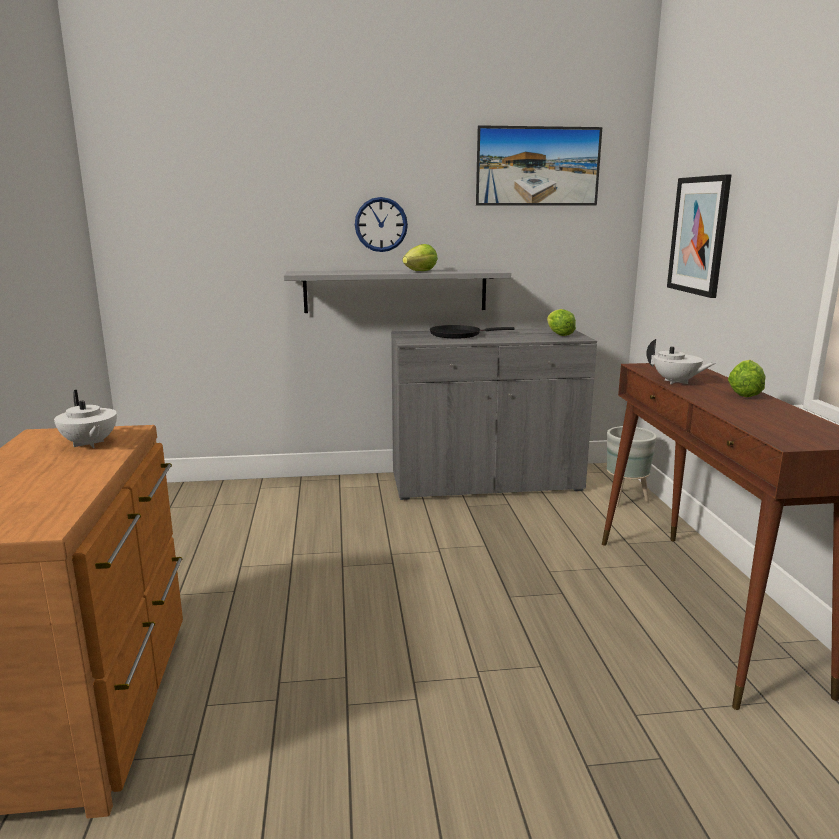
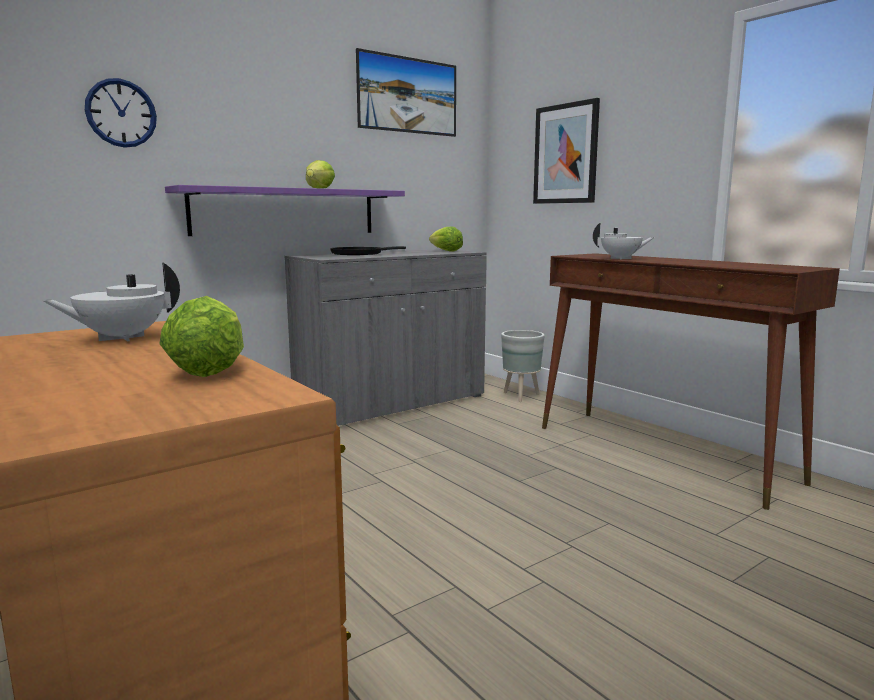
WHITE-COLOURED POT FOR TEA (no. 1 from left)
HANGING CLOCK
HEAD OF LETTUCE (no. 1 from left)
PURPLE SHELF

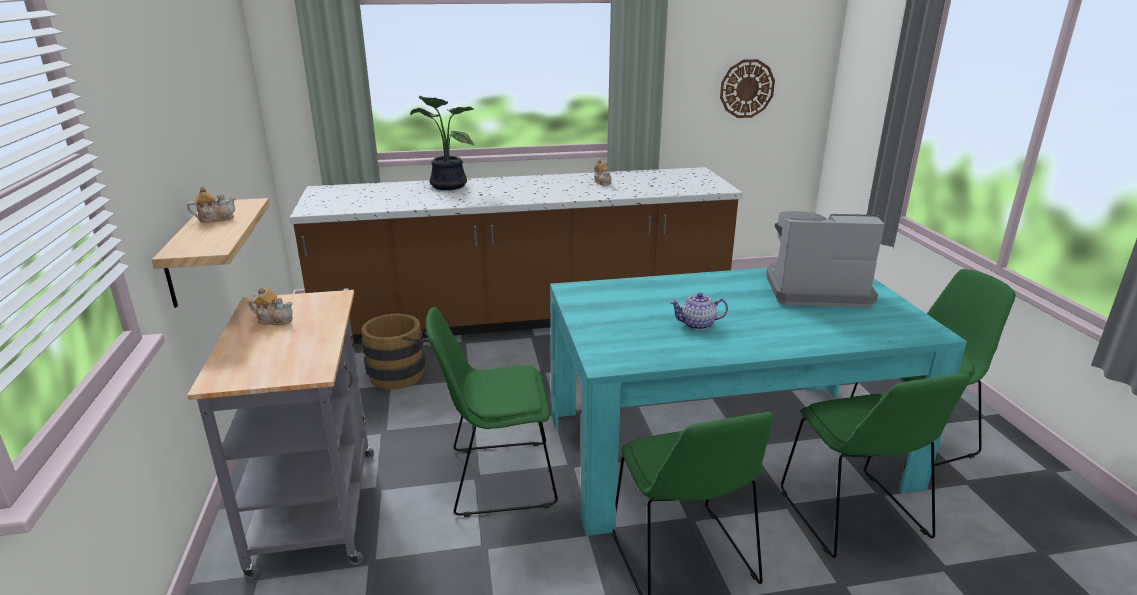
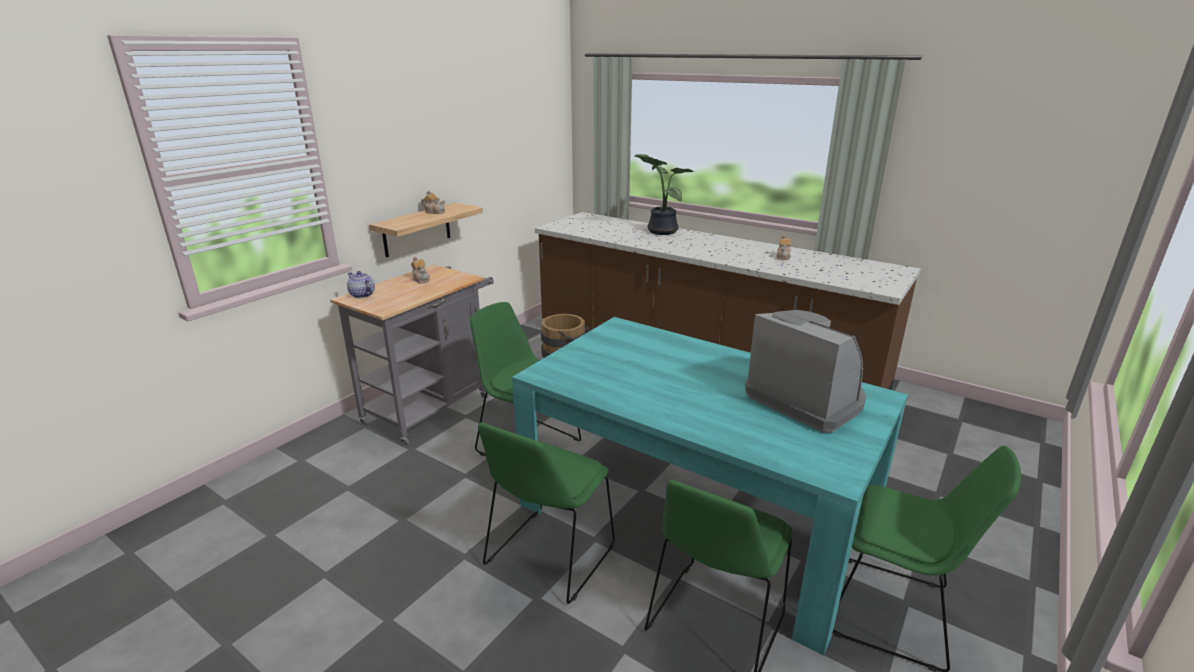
POT FOR TEA (no. 1 from left)
HANGING CLOCK

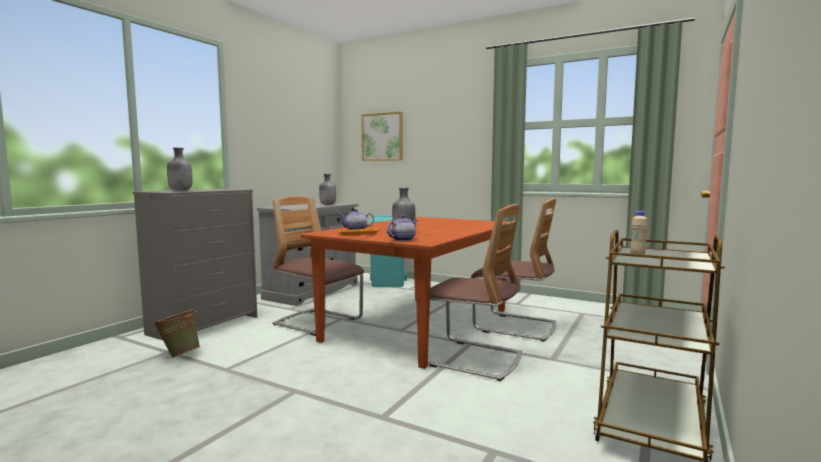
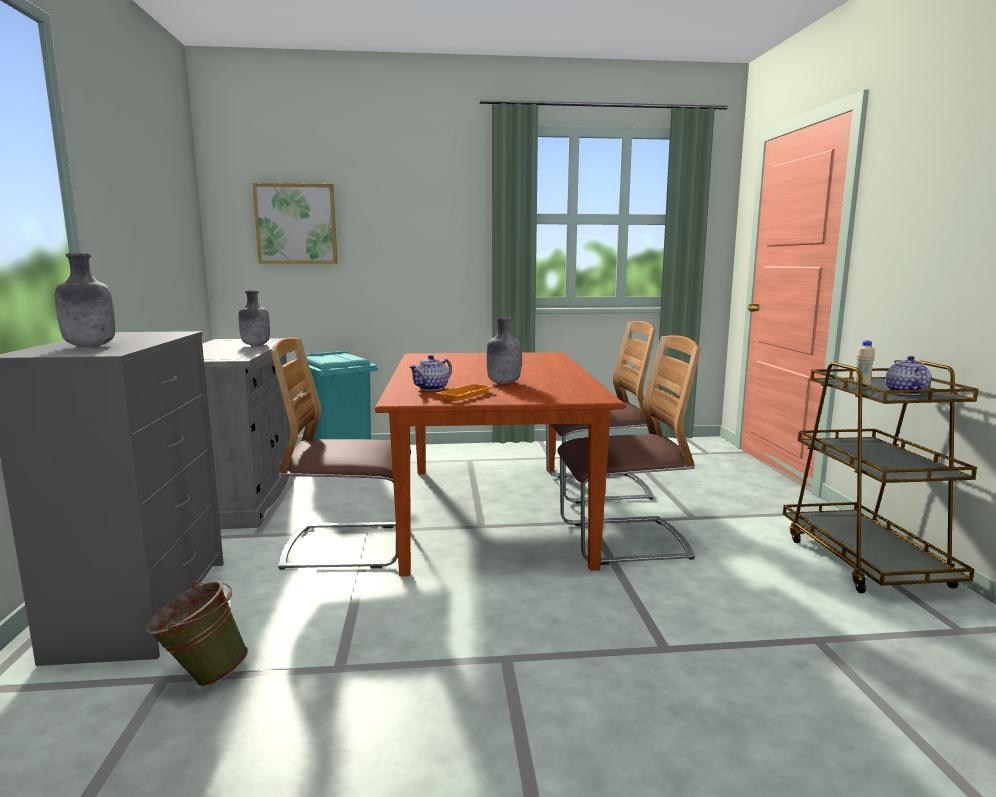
POT FOR TEA (no. 2 from left)

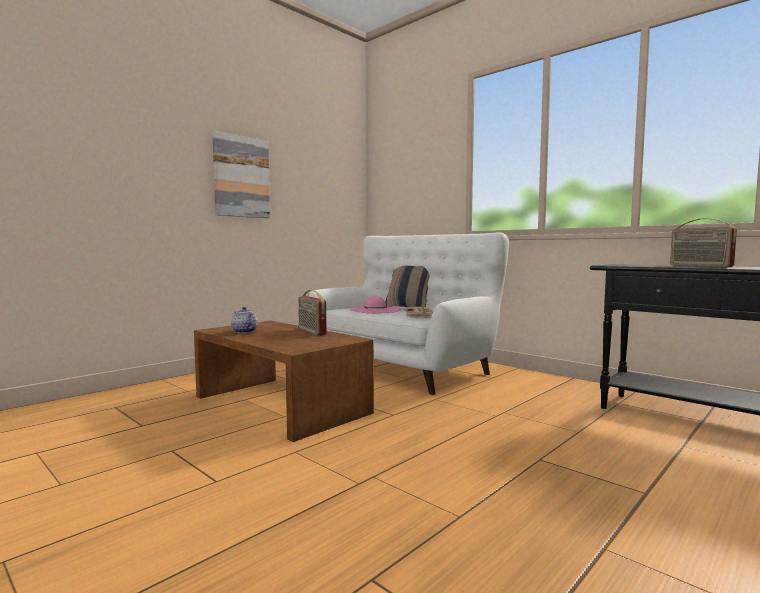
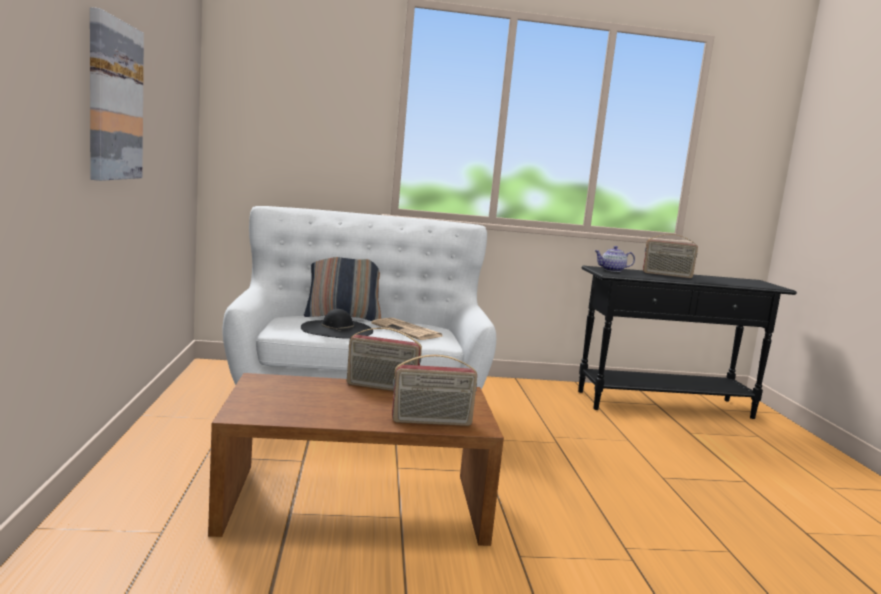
BLACK-COLOURED HAT
RADIO SET (no. 2 from left)
POT FOR TEA

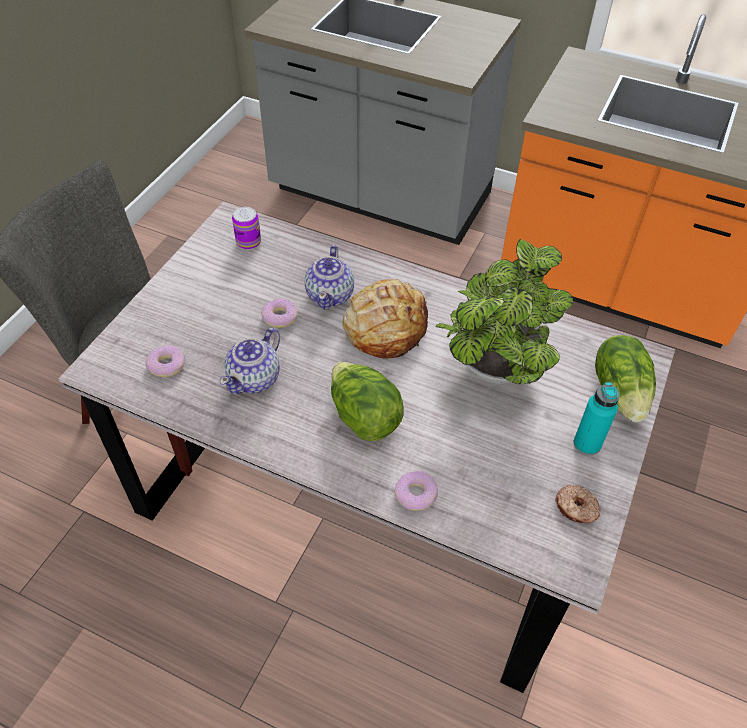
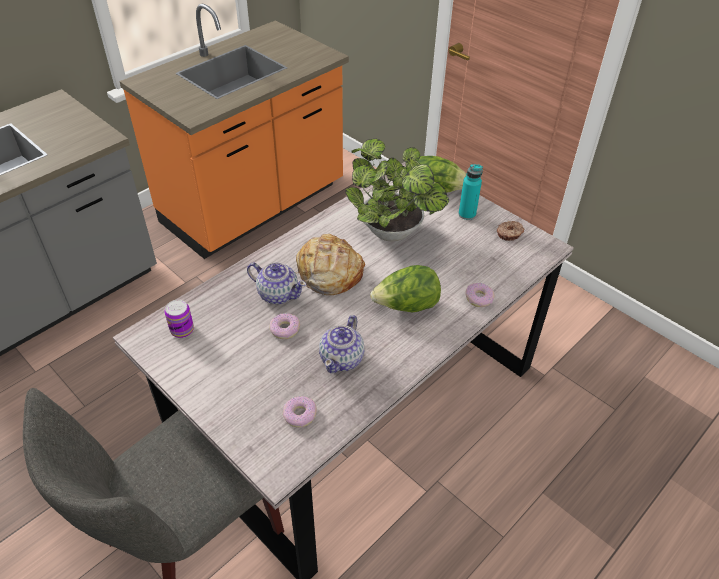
POT FOR TEA (no. 2 from left)

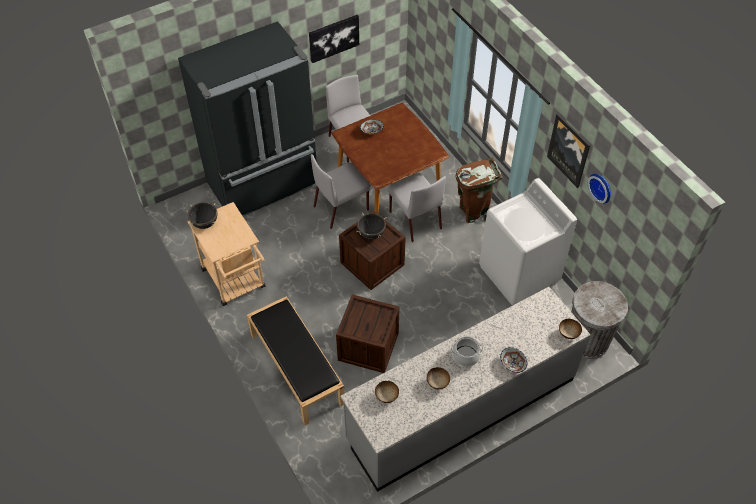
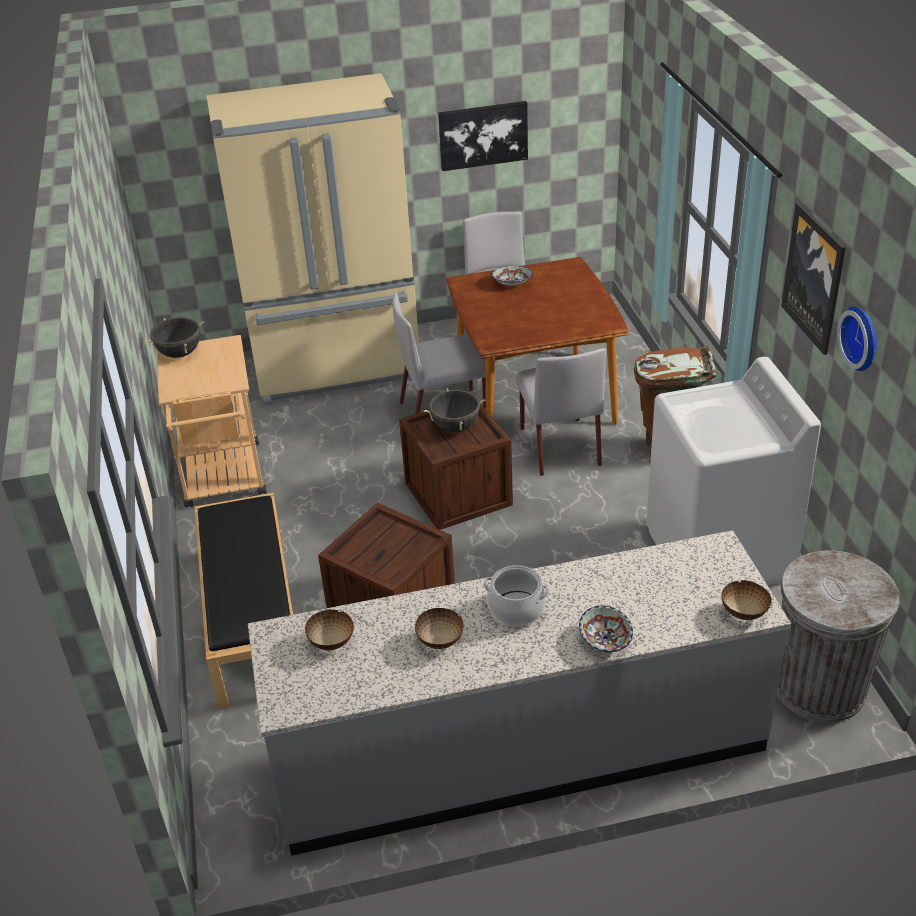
BEIGE-COLOURED KITCHEN FRIDGE

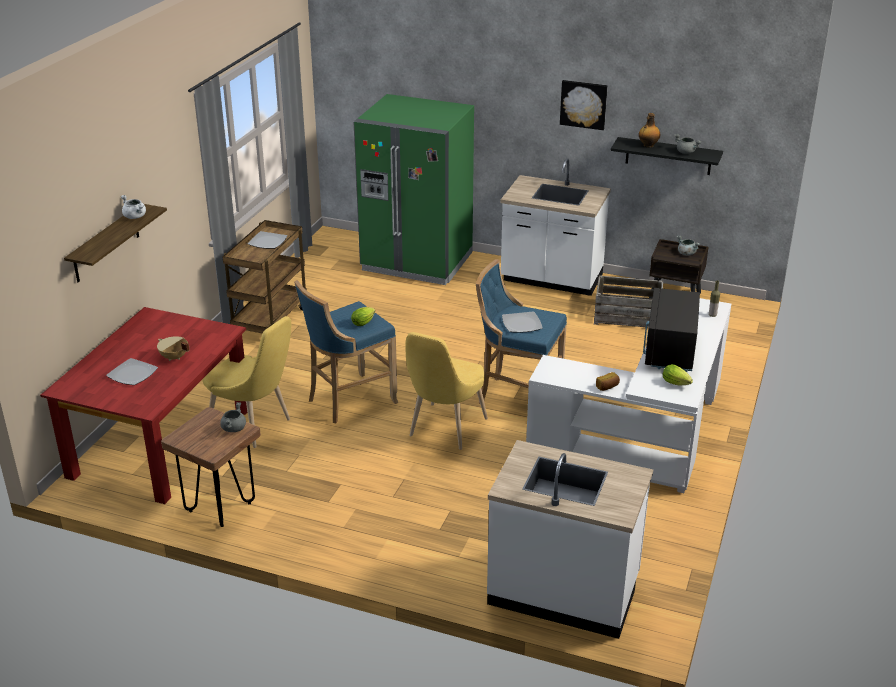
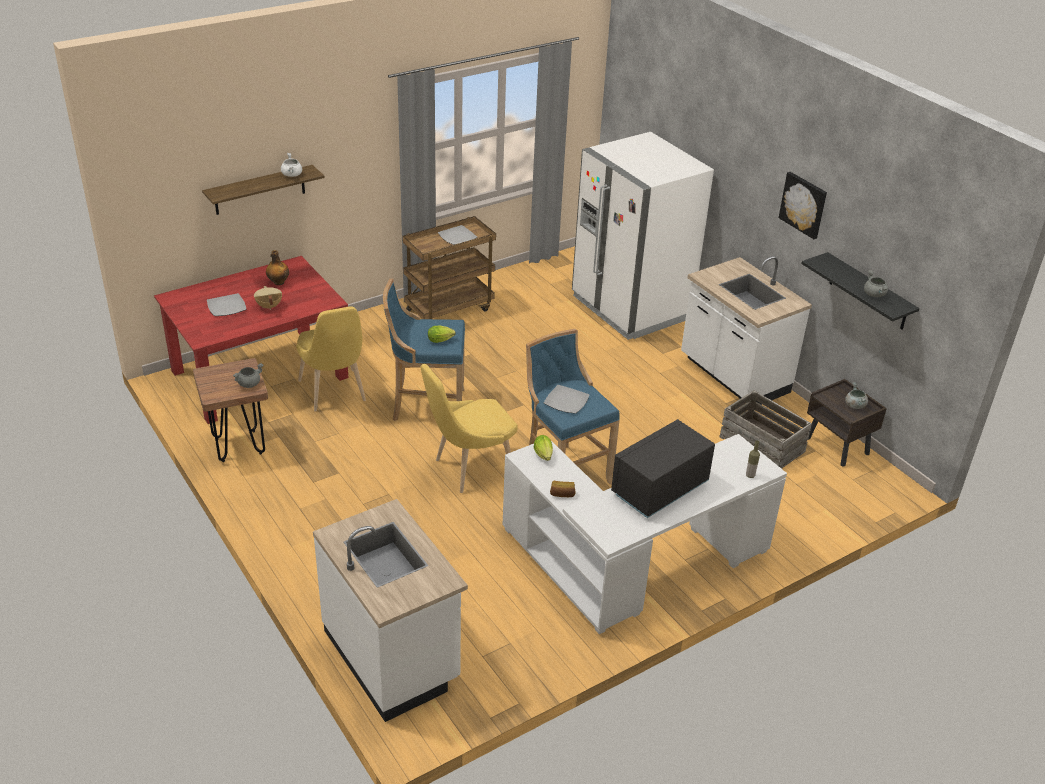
BOTTLE (no. 1 from left)
HEAD OF LETTUCE (no. 2 from left)
WHITE-COLOURED KITCHEN FRIDGE

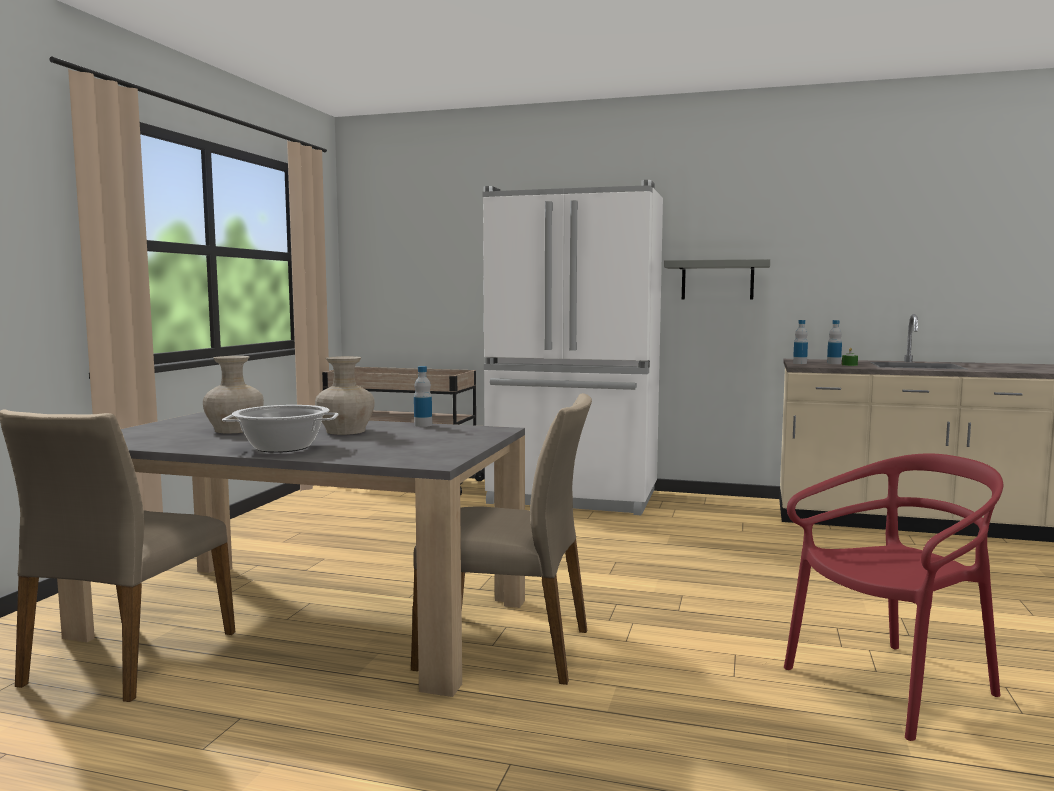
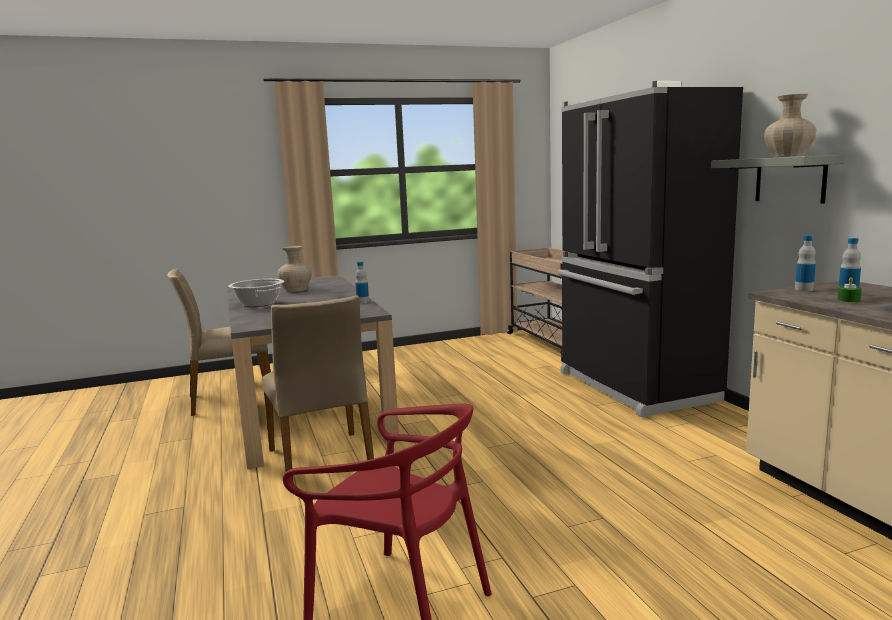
BLACK-COLOURED KITCHEN FRIDGE
BEIGE-COLOURED DECORATIVE VASE (no. 2 from left)

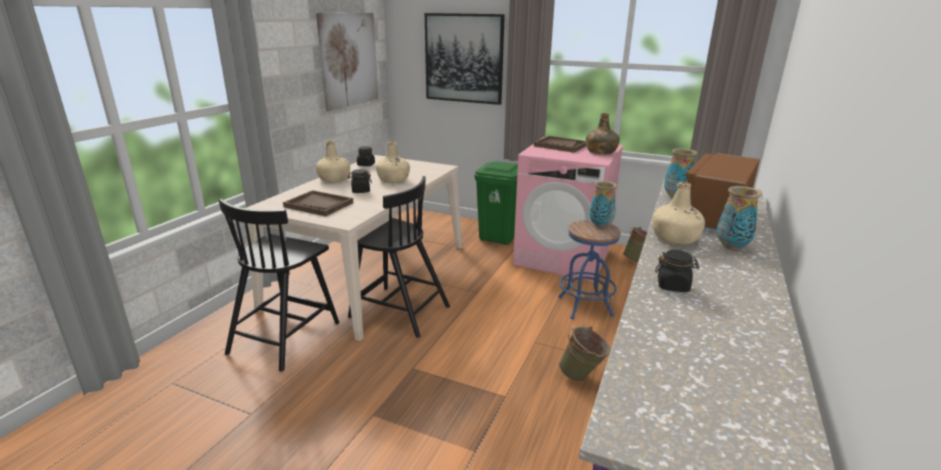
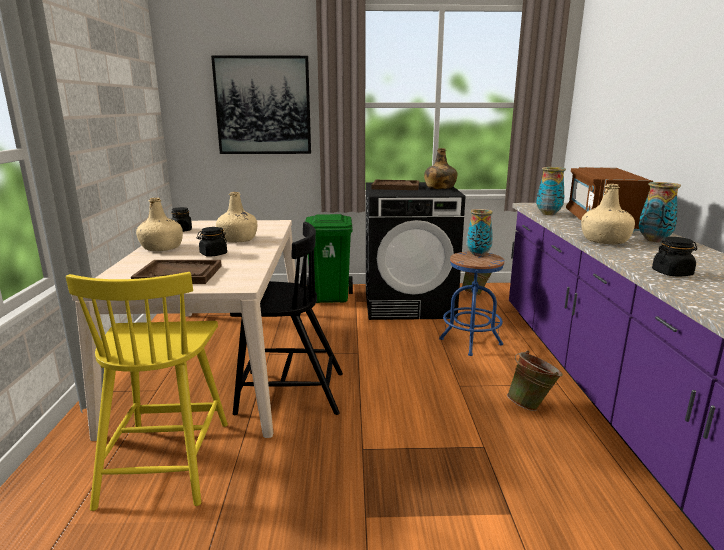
YELLOW PLAIN CHAIR
BLACK-COLOURED LAUNDRY APPLIANCE
WALL PICTURE (no. 1 from left in the first image)

